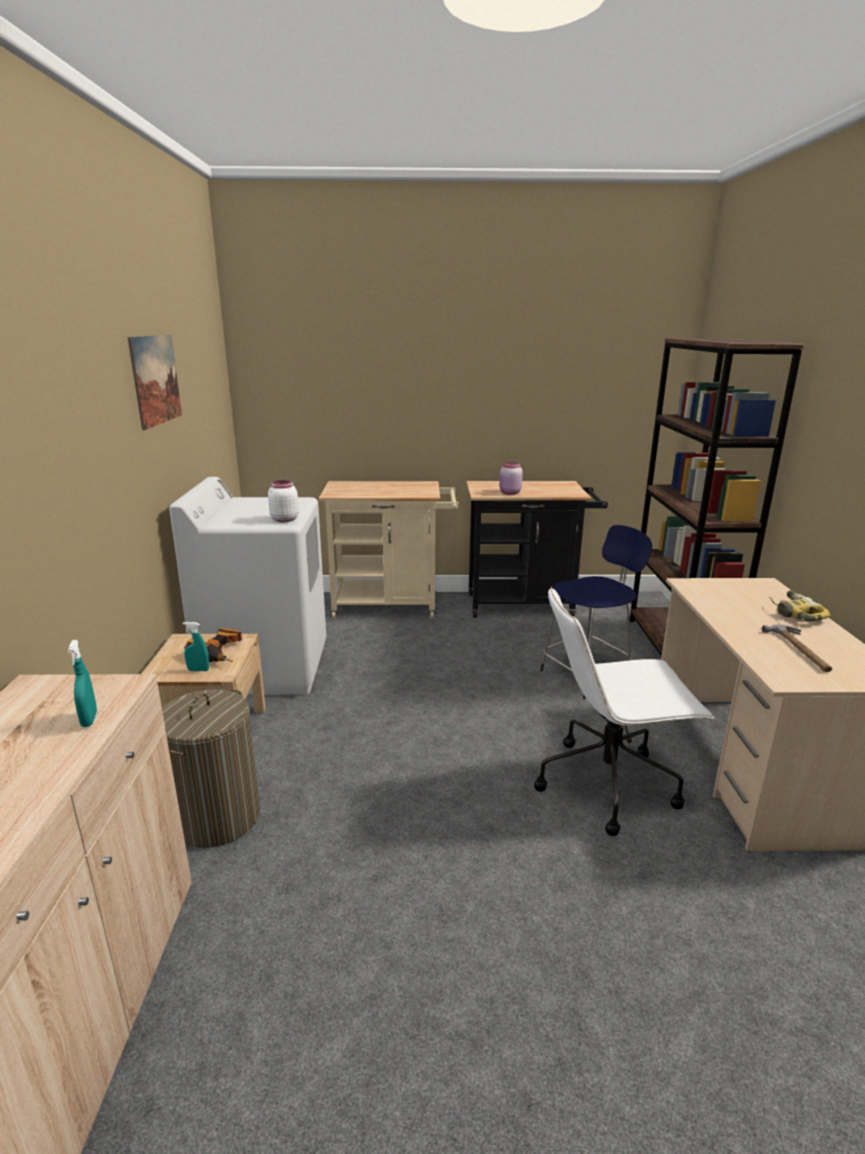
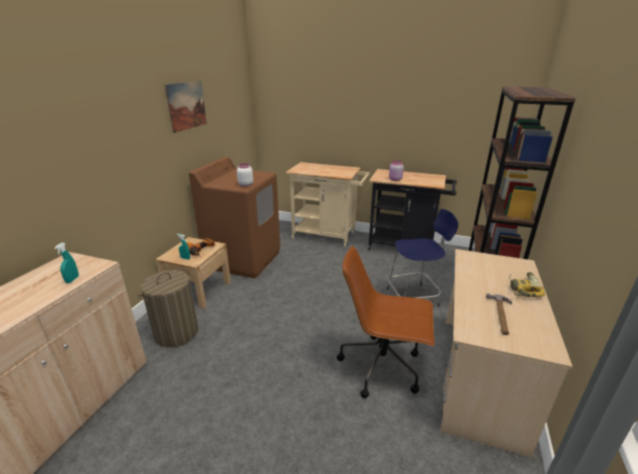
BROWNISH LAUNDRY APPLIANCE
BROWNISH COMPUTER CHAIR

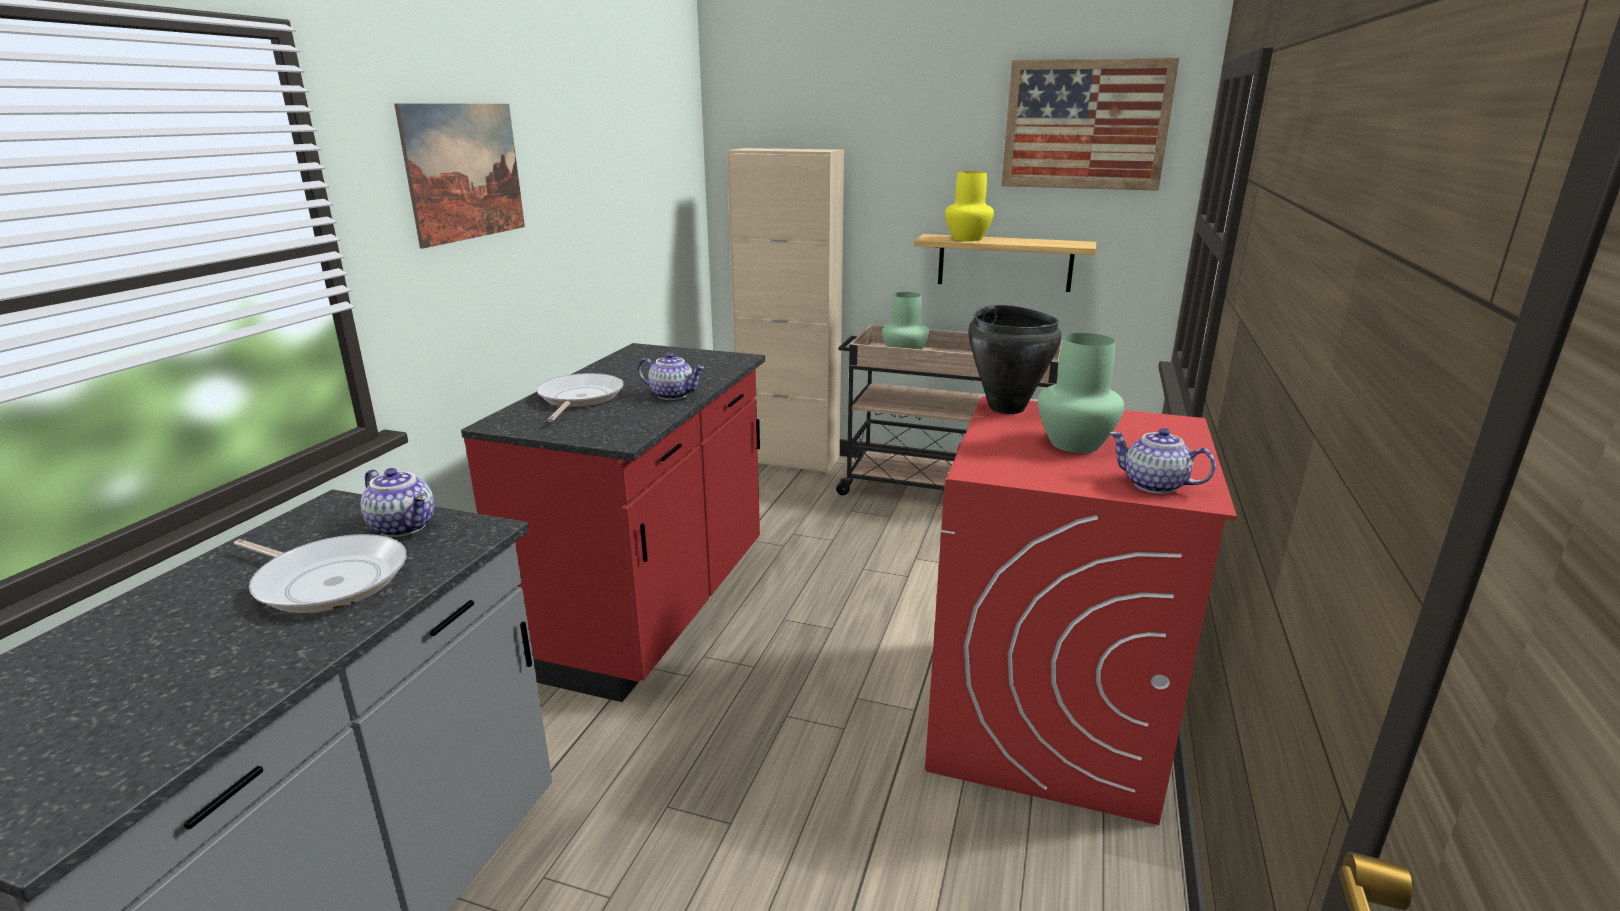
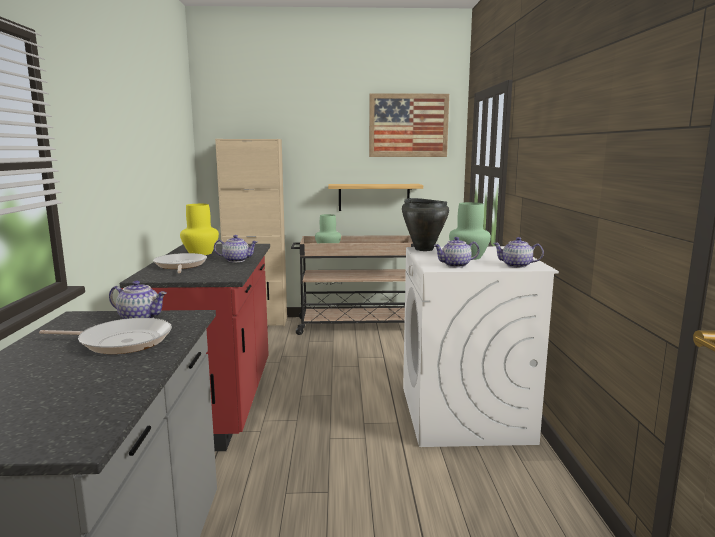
YELLOW DECORATIVE VASE
WHITE-COLOURED LAUNDRY APPLIANCE
POT FOR TEA (no. 3 from left)
WALL PICTURE (no. 1 from left in the first image)

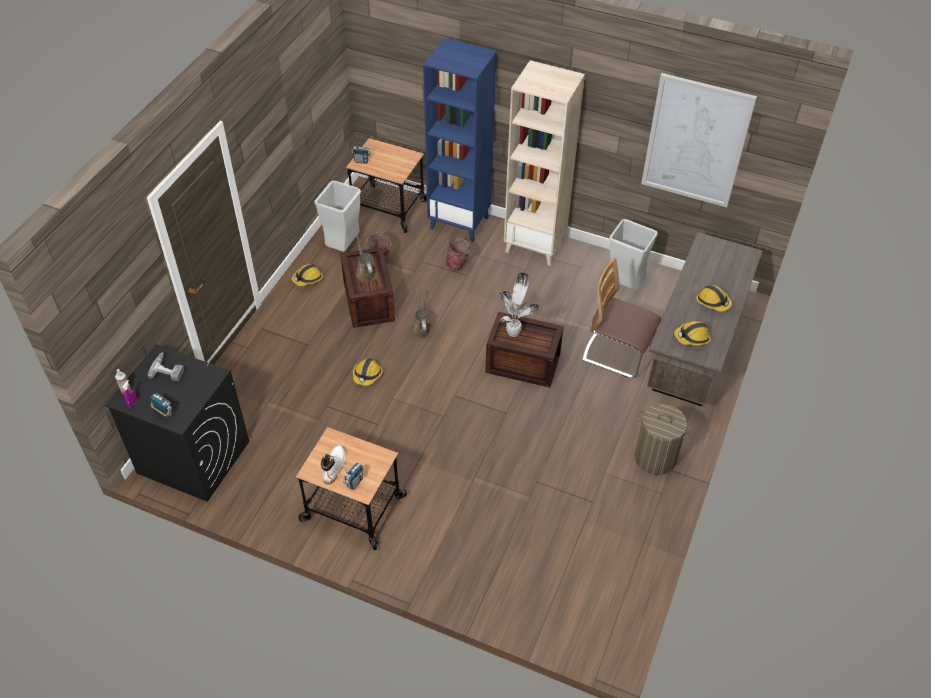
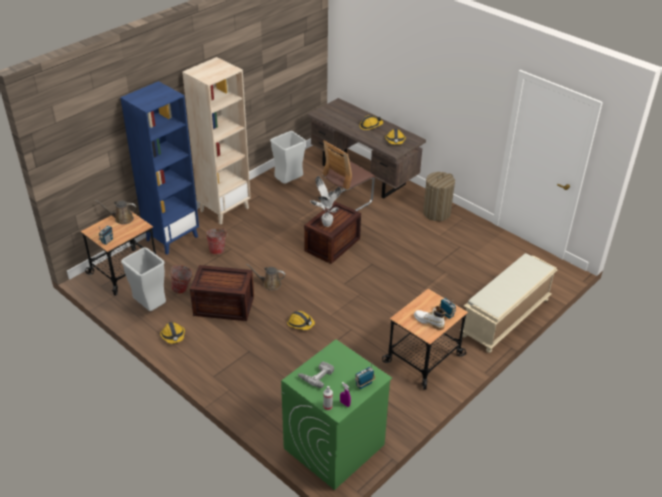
BROWNISH SPRINKLING CAN (no. 1 from left)
GREEN LAUNDRY APPLIANCE
BEIGE-COLOURED INDOOR BENCH
WALL PICTURE

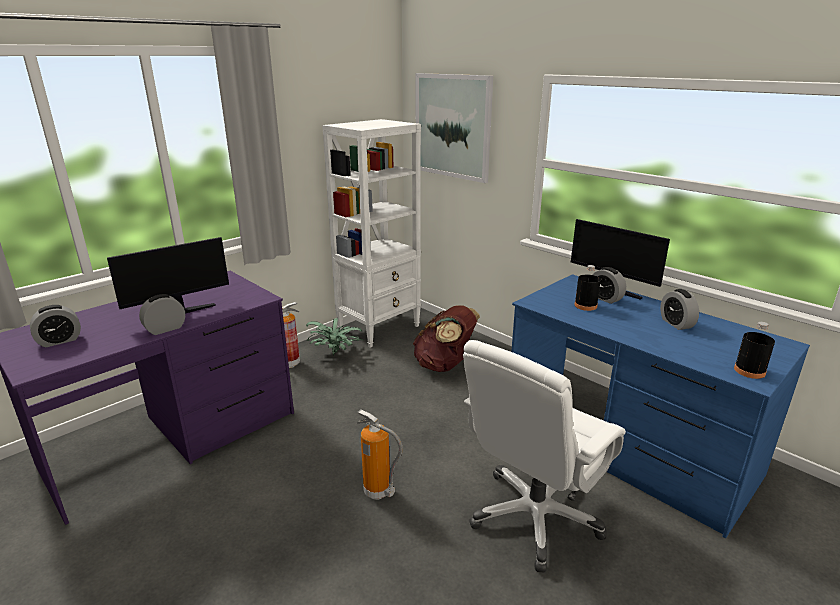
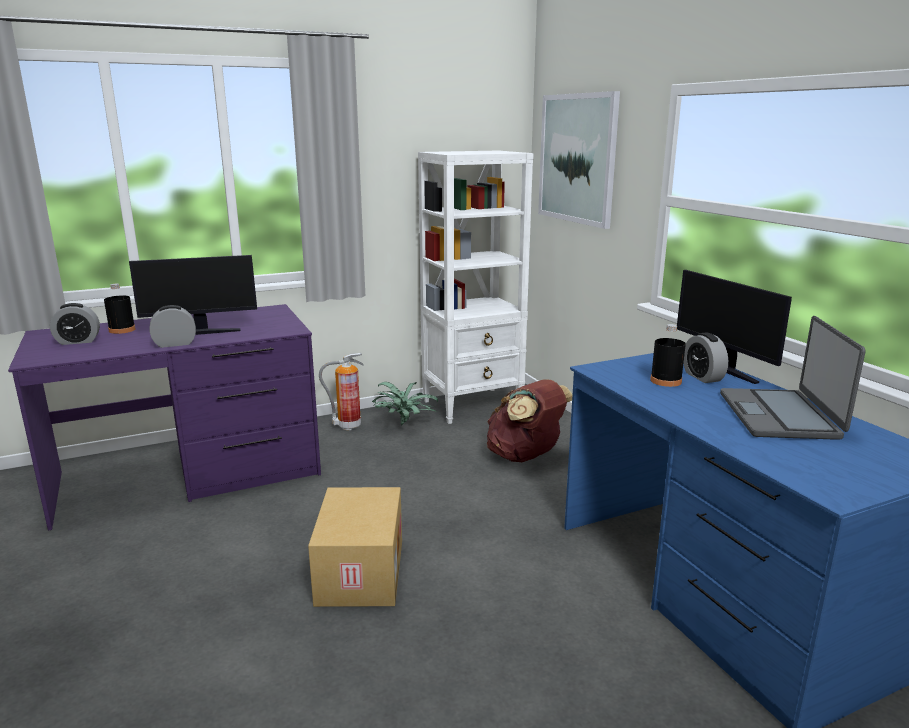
BLACK-COLOURED BOTTLE (no. 1 from left)
CARDBOARD BOX
PORTABLE COMPUTER
WHITE-COLOURED COMPUTER CHAIR

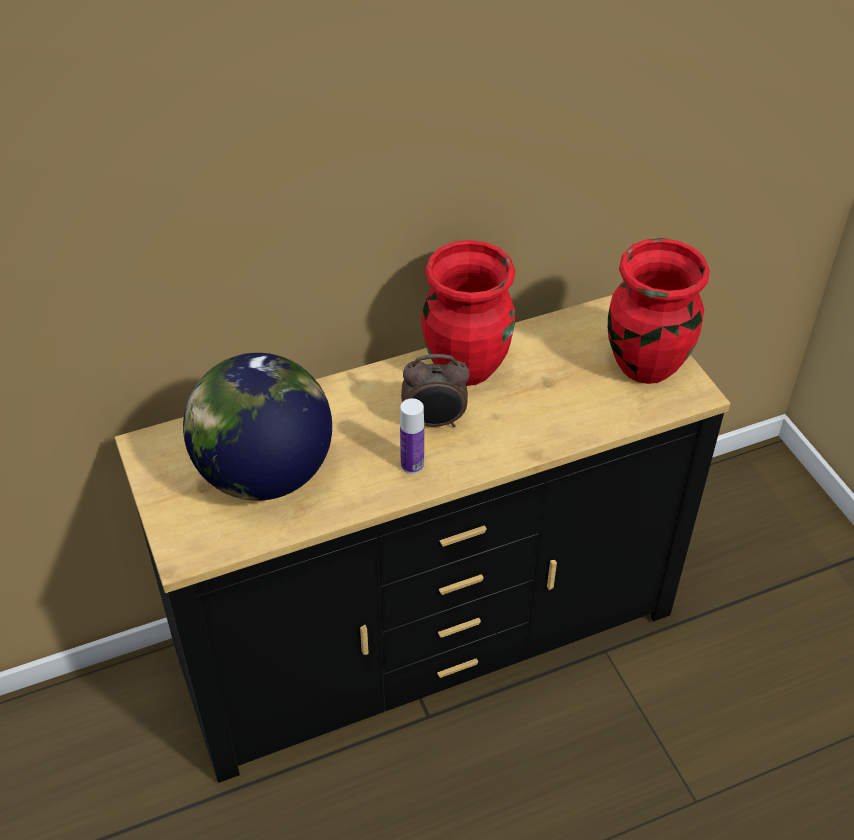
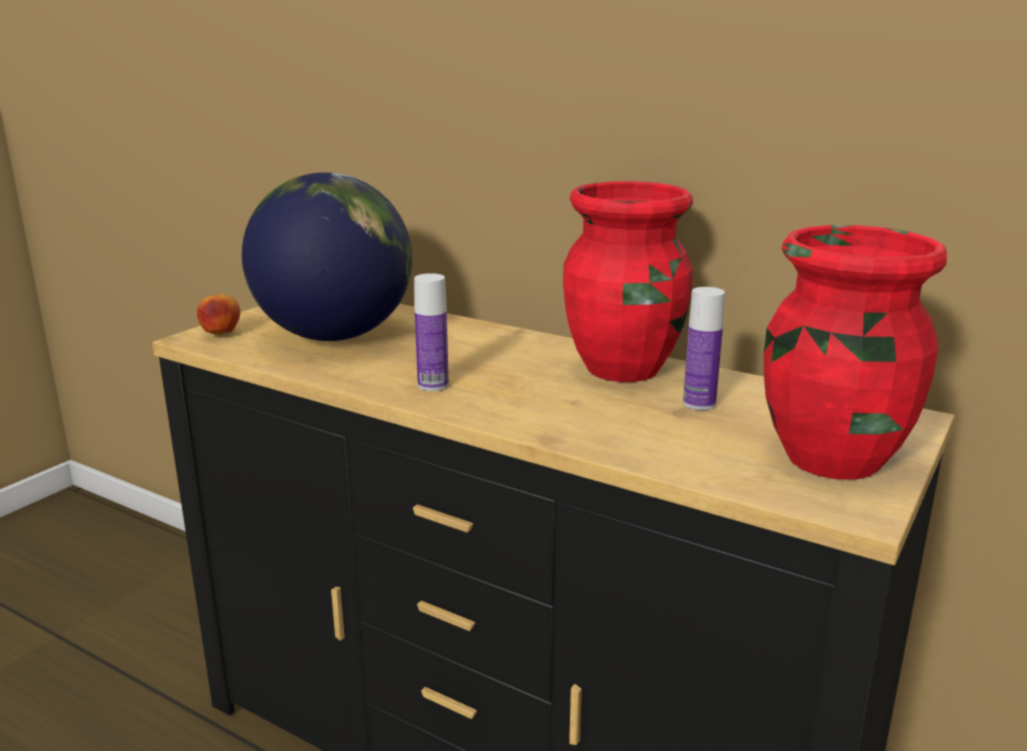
WHOLE APPLE
BOTTLE (no. 2 from left)
TABLE CLOCK

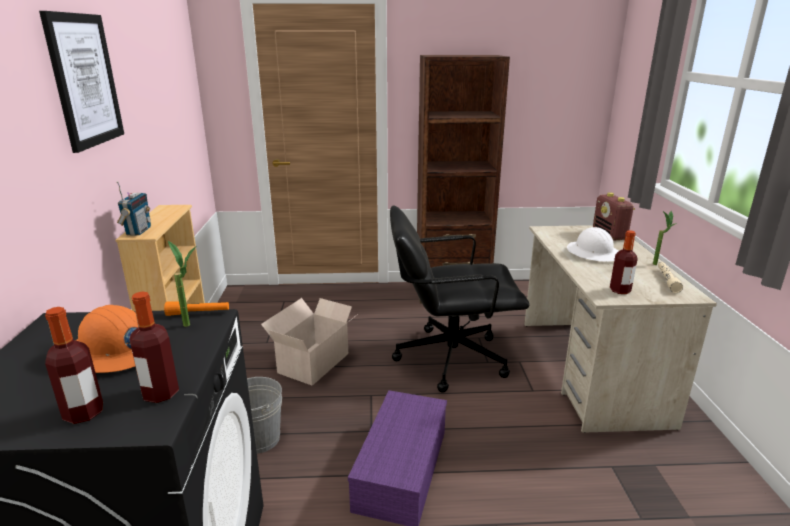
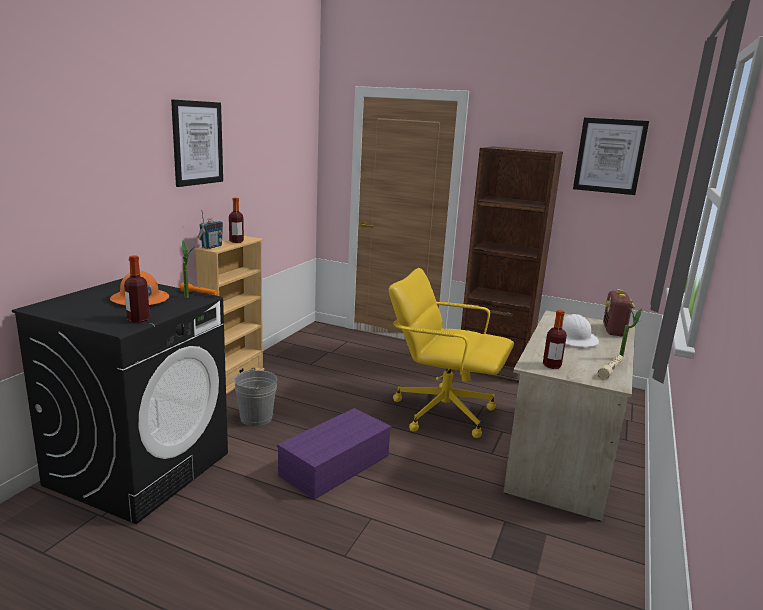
BOTTLE (no. 2 from left)
YELLOW COMPUTER CHAIR
WALL PICTURE (no. 2 from left)
CARDBOARD BOX

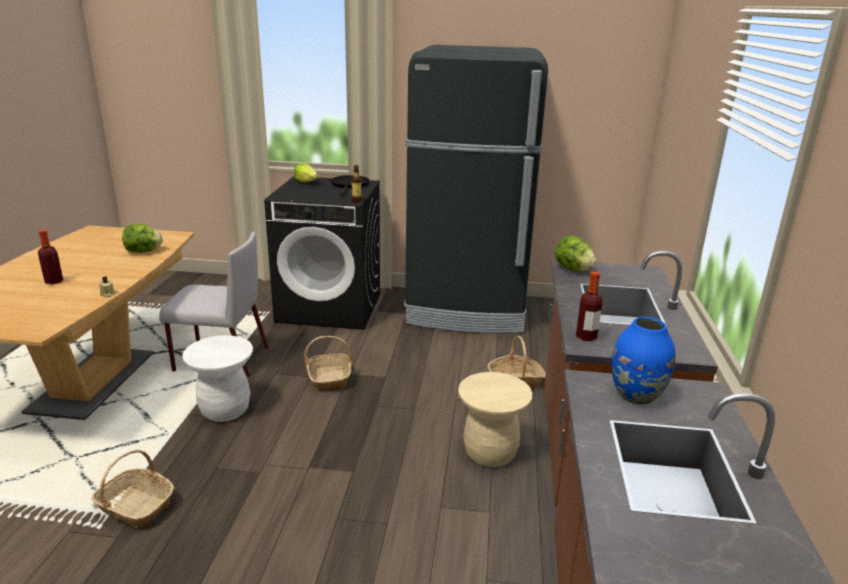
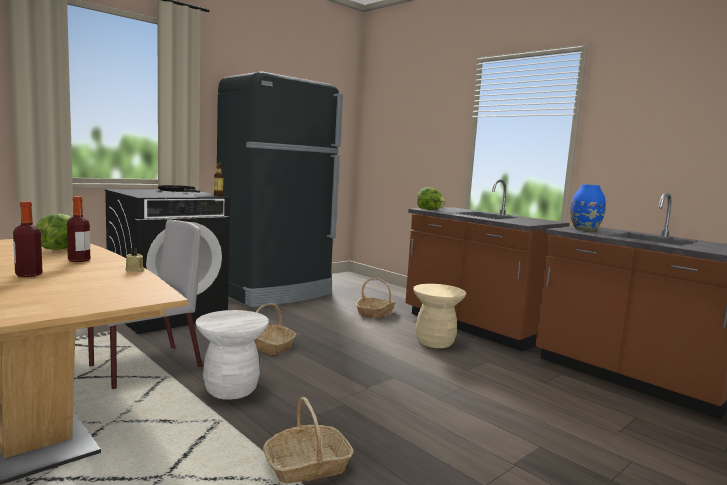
BOTTLE (no. 2 from left)
HEAD OF LETTUCE (no. 2 from left in the first image)

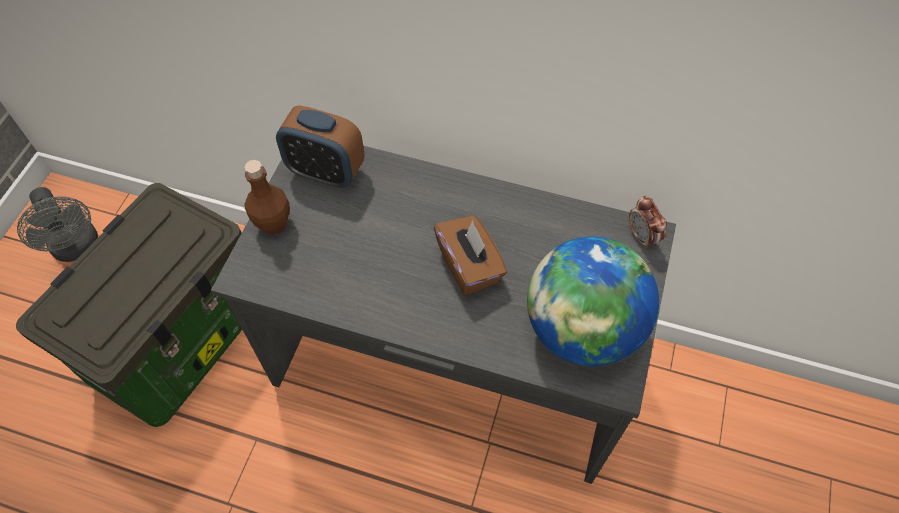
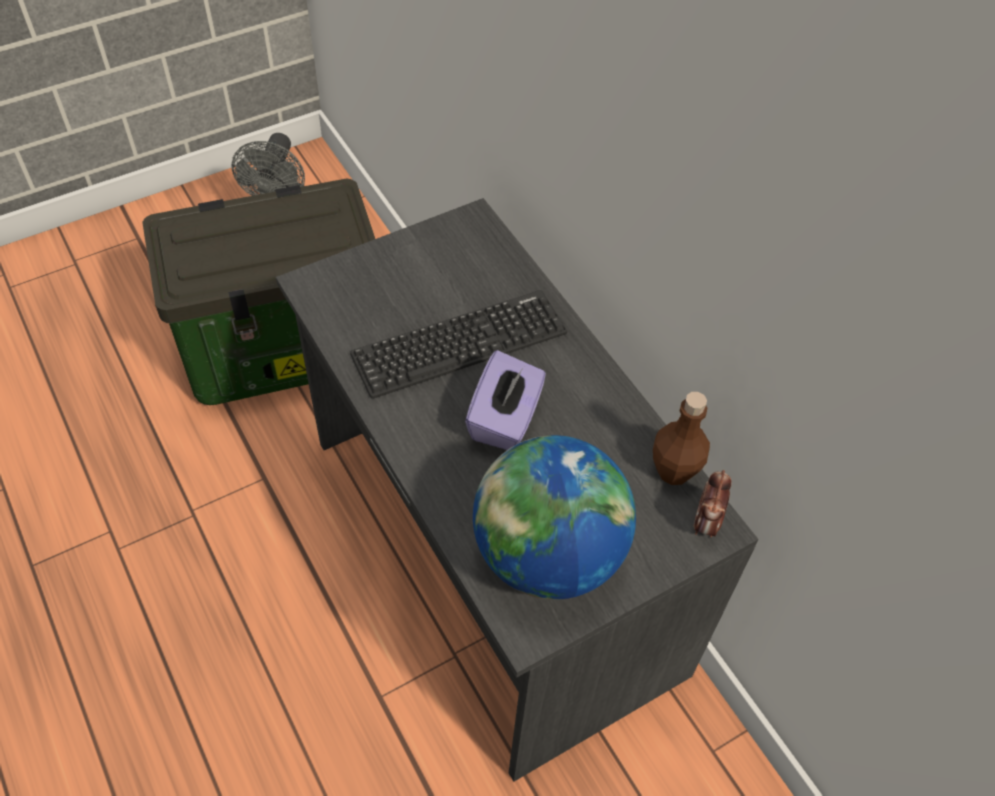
KEYBOARD
PURPLE BOX OF TISSUES
BROWNISH BOTTLE
TABLE CLOCK (no. 1 from left in the first image)

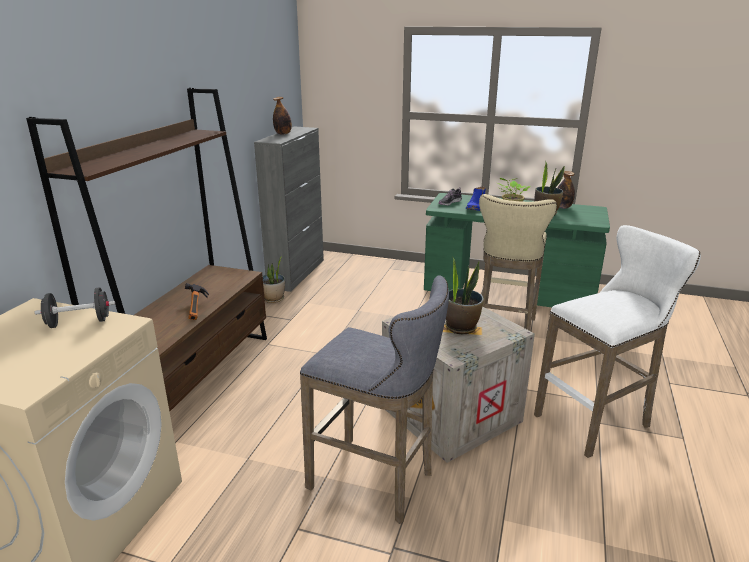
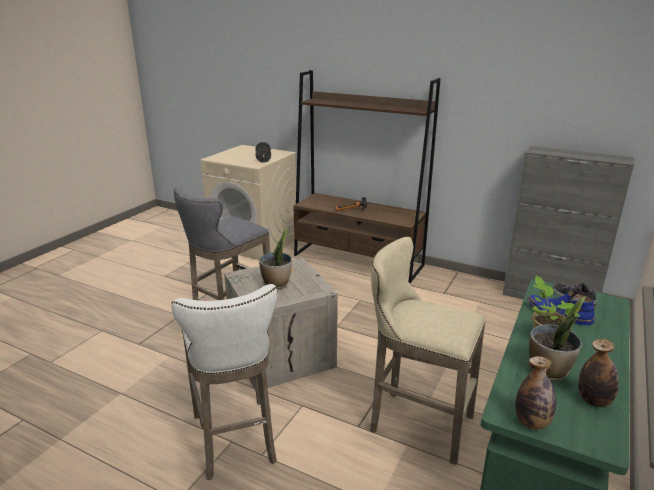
BOTTLE (no. 1 from left)
HOUSEPLANT (no. 1 from left in the first image)

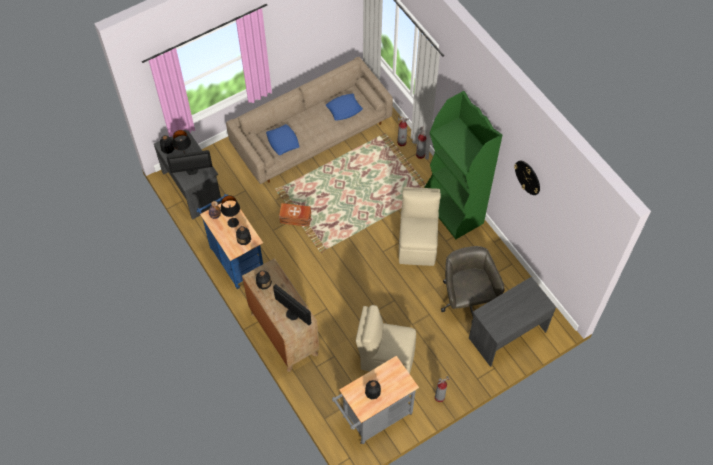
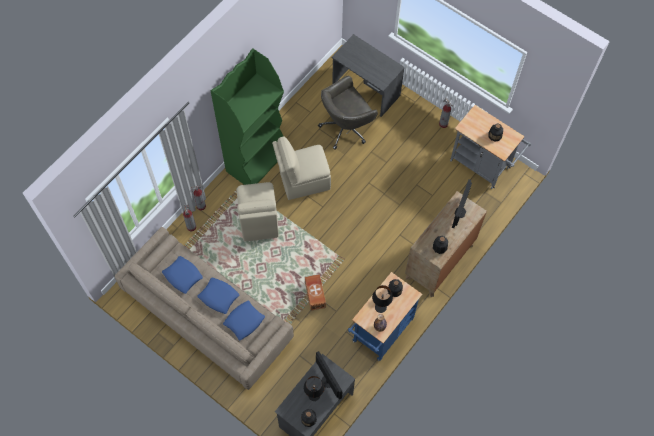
BLUE THROW PILLOW (no. 2 from left)
BEIGE-COLOURED PLAIN CHAIR (no. 1 from left)
HANGING CLOCK

